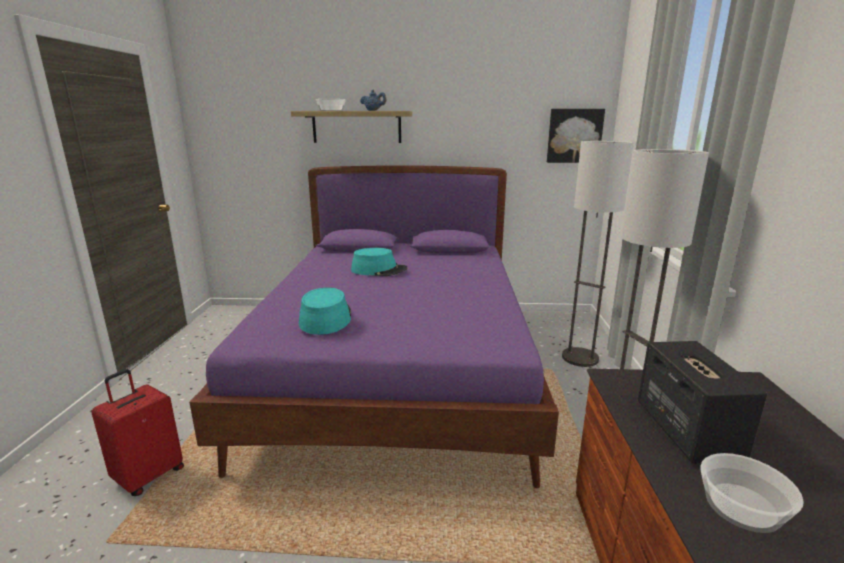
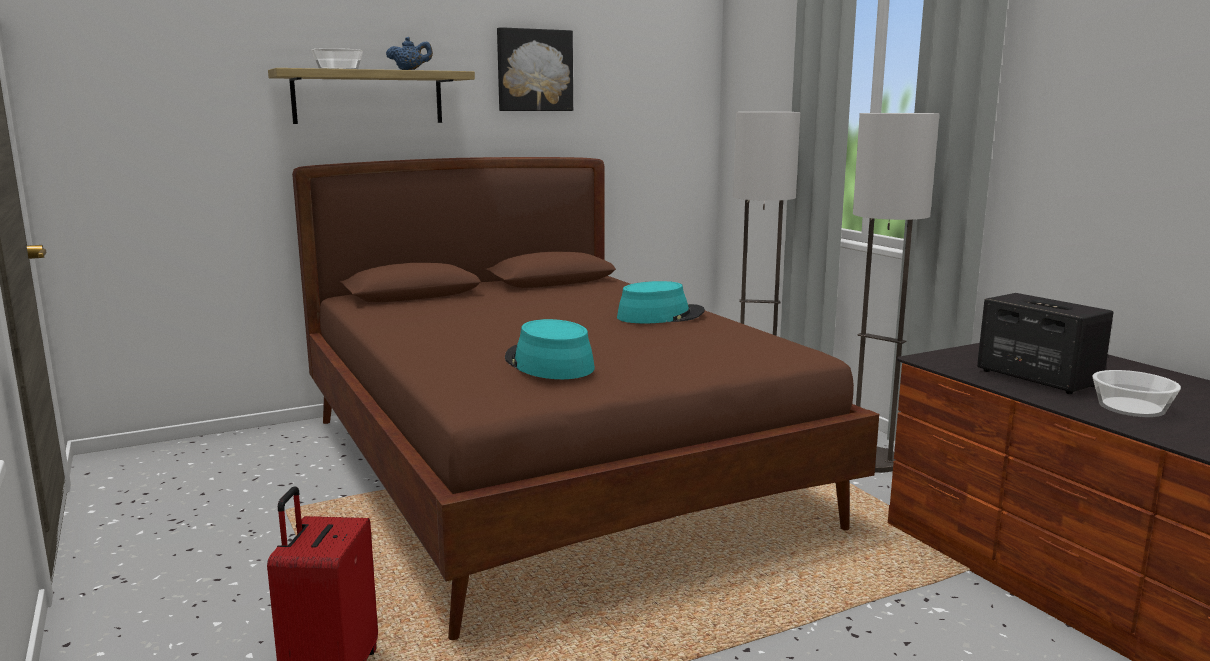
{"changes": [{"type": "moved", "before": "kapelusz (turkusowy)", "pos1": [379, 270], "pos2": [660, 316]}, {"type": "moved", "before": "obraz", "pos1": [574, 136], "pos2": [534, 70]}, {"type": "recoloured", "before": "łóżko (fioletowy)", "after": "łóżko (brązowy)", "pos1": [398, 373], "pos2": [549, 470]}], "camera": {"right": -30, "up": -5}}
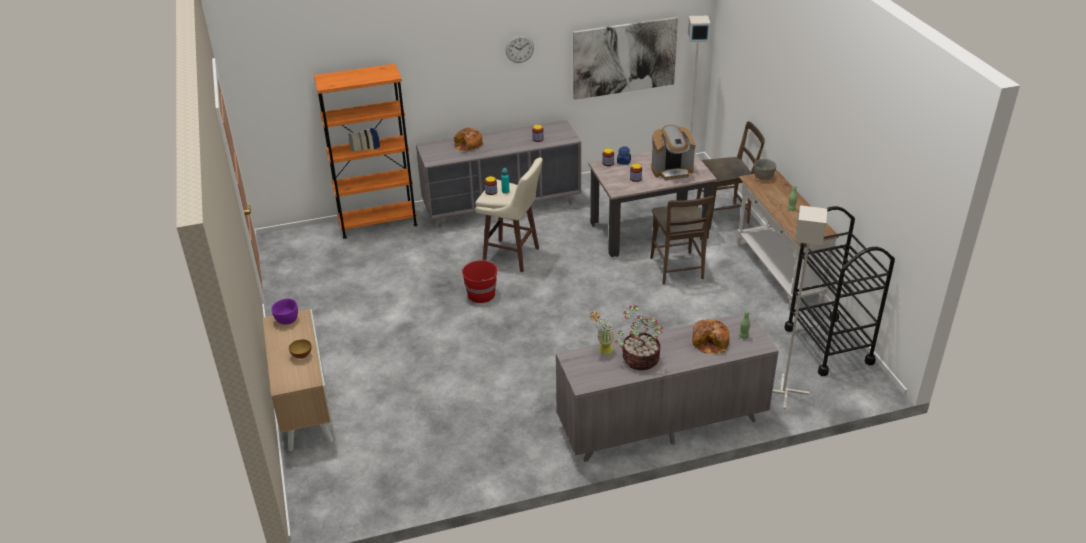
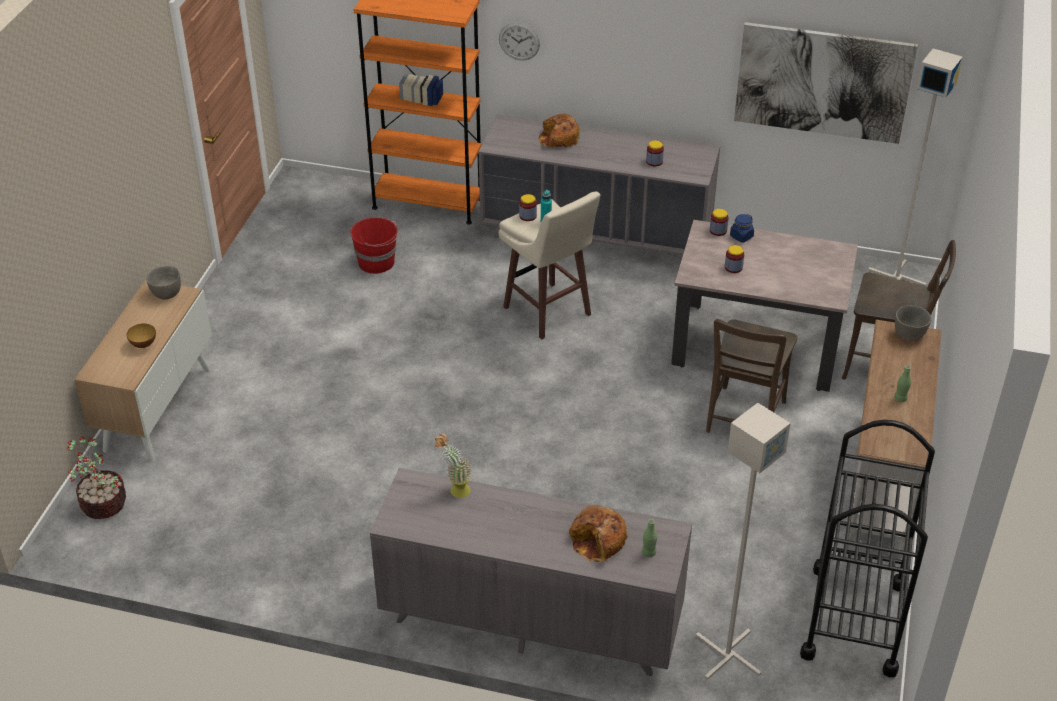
{"changes": [{"type": "removed", "before": "ekspres do kawy", "pos1": [672, 171]}, {"type": "moved", "before": "wiadro (czerwony)", "pos1": [482, 294], "pos2": [377, 262]}, {"type": "moved", "before": "zegar ścienny", "pos1": [519, 49], "pos2": [519, 41]}, {"type": "moved", "before": "roślina doniczkowa", "pos1": [639, 359], "pos2": [102, 503]}, {"type": "recoloured", "before": "miska (fioletowy)", "after": "miska (szary)", "pos1": [286, 320], "pos2": [166, 293]}], "camera": {"right": 30, "up": 5}}
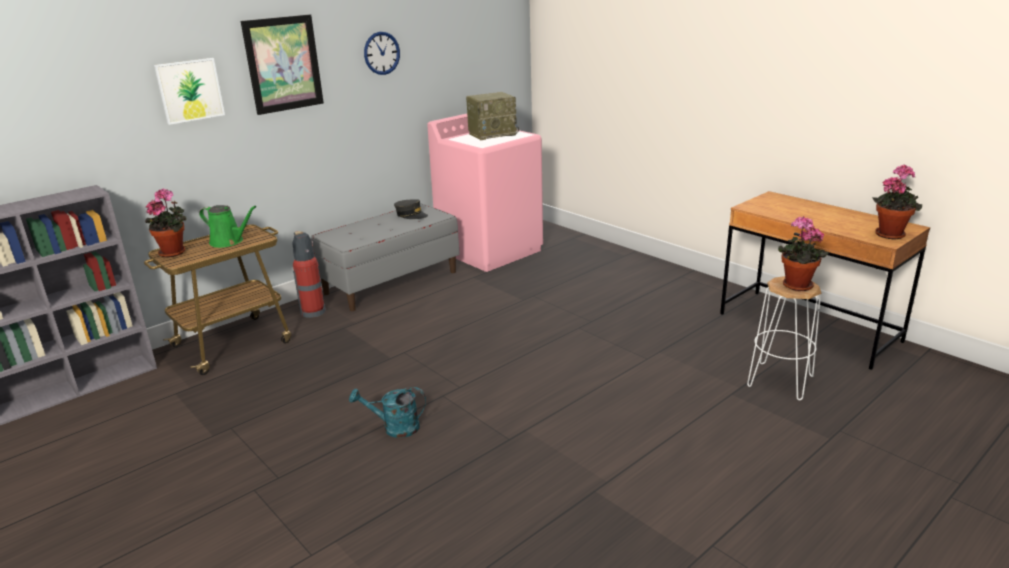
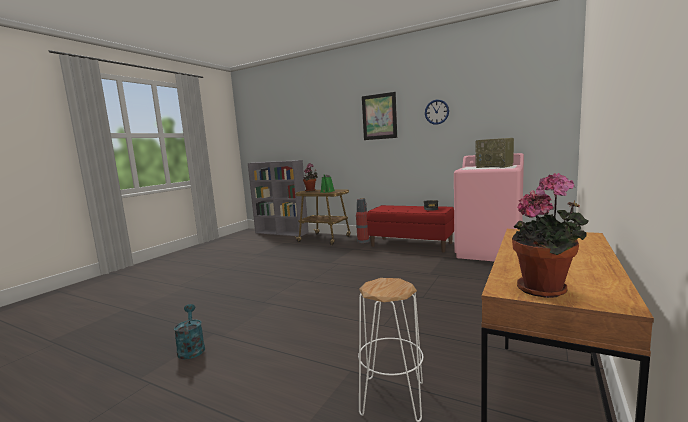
{"changes": [{"type": "removed", "before": "obraz", "pos1": [190, 90]}, {"type": "removed", "before": "roślina doniczkowa", "pos1": [795, 286]}, {"type": "moved", "before": "konewka (turkusowy)", "pos1": [394, 428], "pos2": [191, 348]}, {"type": "recoloured", "before": "ławka (szary)", "after": "ławka (czerwony)", "pos1": [391, 282], "pos2": [411, 244]}], "camera": {"right": 70, "up": -15}}
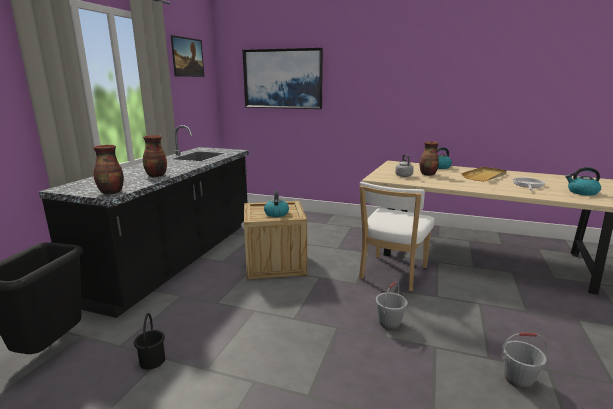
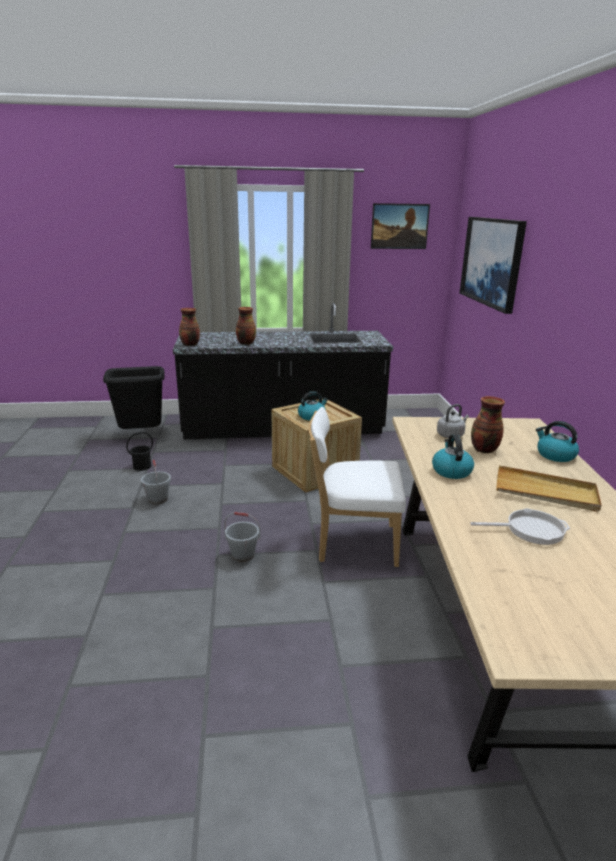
{"changes": [{"type": "moved", "before": "wiadro (szary)", "pos1": [518, 379], "pos2": [158, 499]}, {"type": "moved", "before": "czajnik", "pos1": [582, 192], "pos2": [451, 471]}], "camera": {"right": 65, "up": 5}}
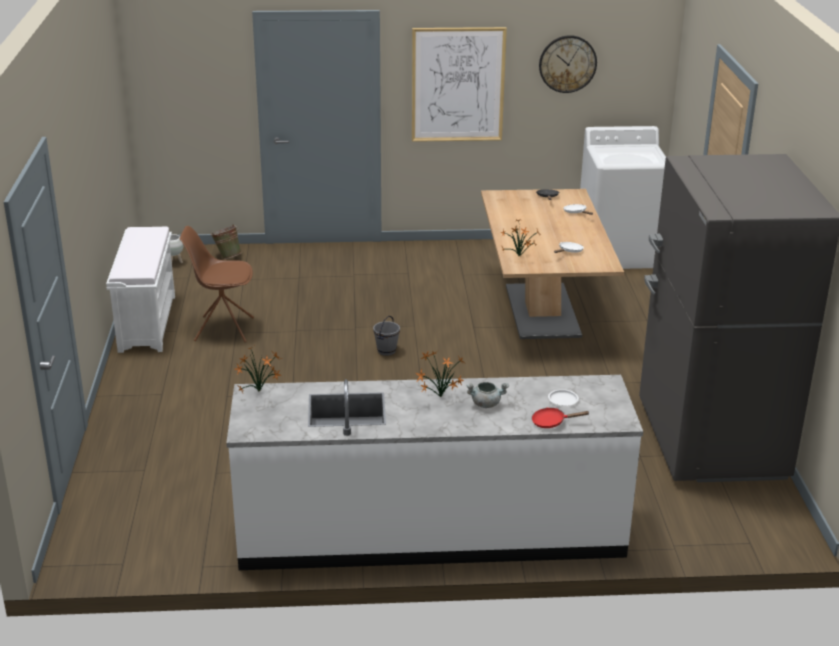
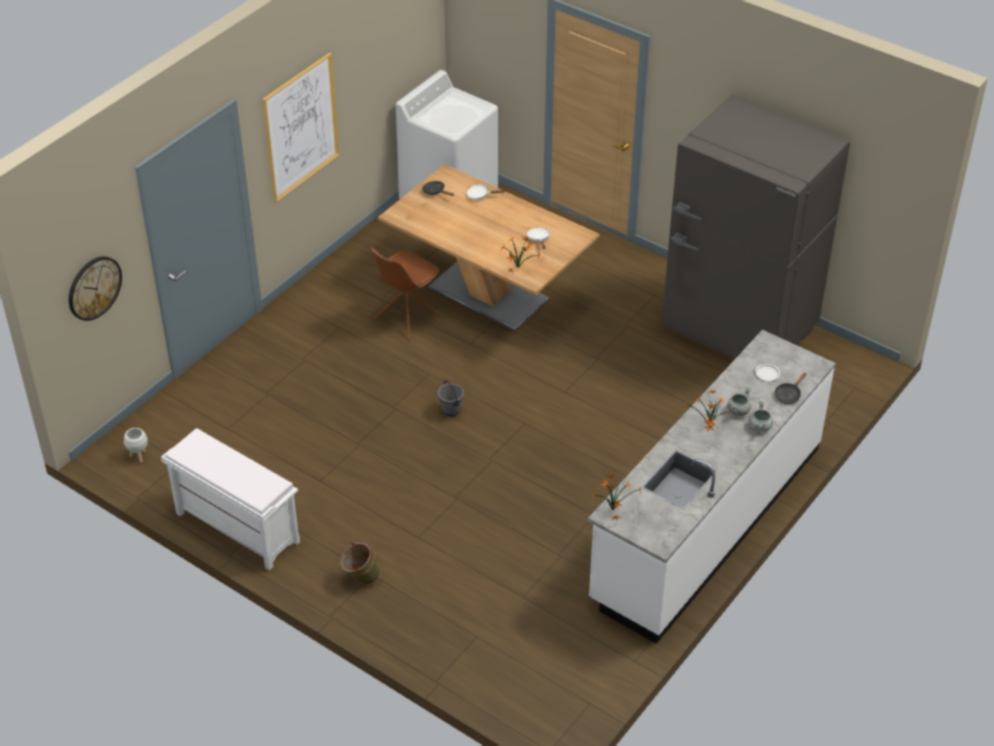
{"changes": [{"type": "added", "after": "garnek (szary)", "pos2": [760, 427]}, {"type": "moved", "before": "krzesło (brązowy)", "pos1": [222, 329], "pos2": [406, 318]}, {"type": "moved", "before": "wiadro (zielony)", "pos1": [227, 256], "pos2": [360, 579]}, {"type": "moved", "before": "zegar ścienny", "pos1": [567, 64], "pos2": [94, 287]}, {"type": "recoloured", "before": "patelnia (czerwony)", "after": "patelnia (czarny)", "pos1": [552, 422], "pos2": [788, 395]}], "camera": {"right": -50, "up": 15}}
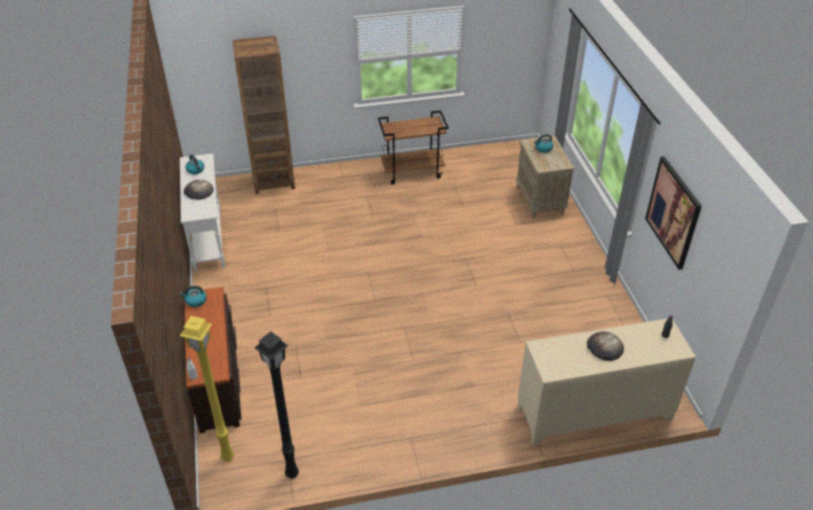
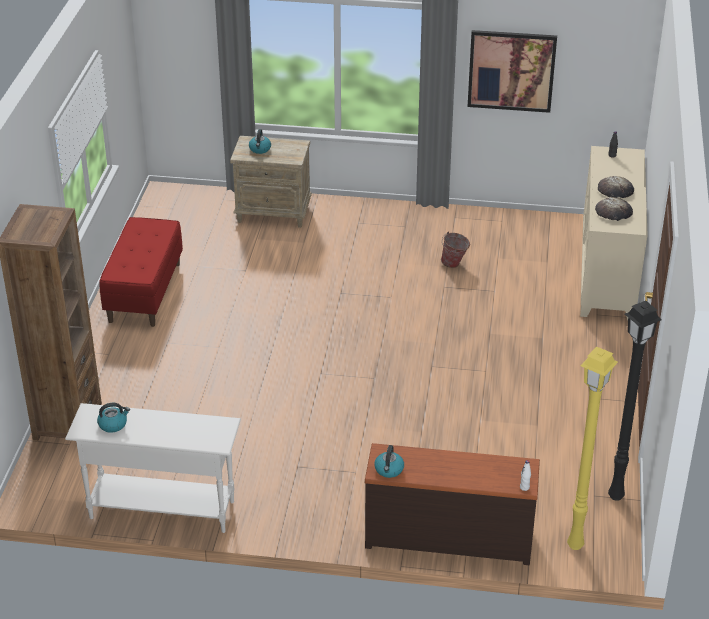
{"changes": [{"type": "added", "after": "wiadro", "pos2": [454, 264]}, {"type": "moved", "before": "chleb", "pos1": [198, 191], "pos2": [614, 212]}, {"type": "replaced", "before": "wózek (brązowy)", "after": "ławka (czerwony)", "pos1": [413, 172], "pos2": [144, 292]}], "camera": {"right": -70, "up": -5}}
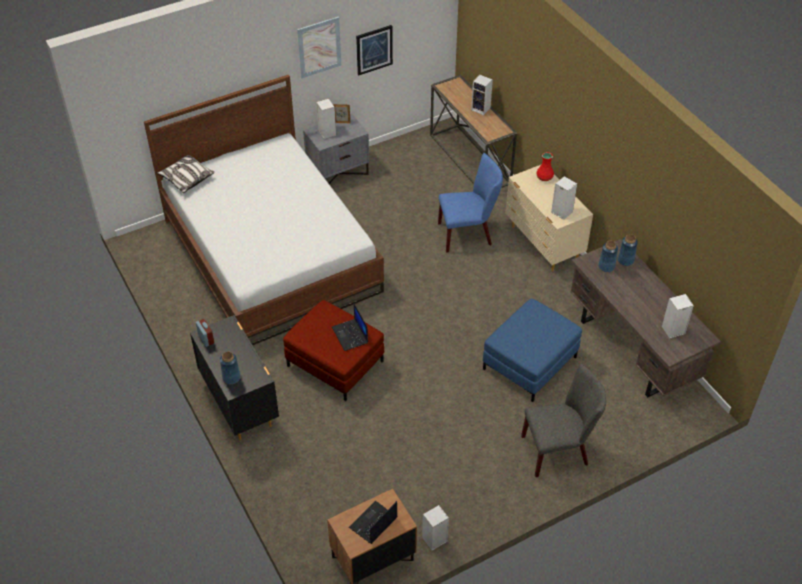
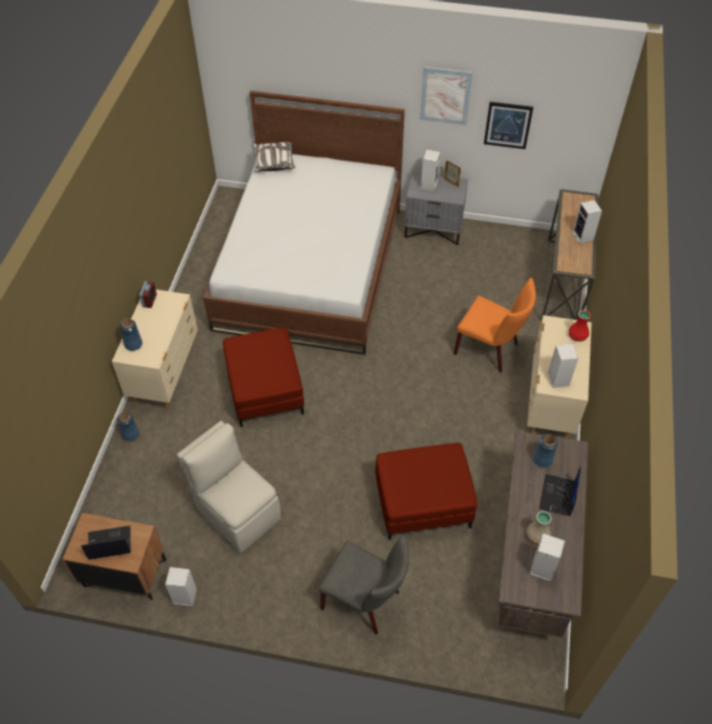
{"changes": [{"type": "added", "after": "krzesło (beżowy)", "pos2": [237, 512]}, {"type": "added", "after": "wazon (beżowy)", "pos2": [538, 535]}, {"type": "moved", "before": "laptop", "pos1": [350, 335], "pos2": [558, 496]}, {"type": "moved", "before": "wazon (niebieski)", "pos1": [625, 260], "pos2": [130, 434]}, {"type": "recoloured", "before": "komoda (czarny)", "after": "komoda (beżowy)", "pos1": [239, 403], "pos2": [165, 372]}, {"type": "recoloured", "before": "krzesło (niebieski)", "after": "krzesło (pomarańczowy)", "pos1": [468, 234], "pos2": [490, 349]}, {"type": "recoloured", "before": "pufa (niebieski)", "after": "pufa (czerwony)", "pos1": [529, 362], "pos2": [423, 502]}], "camera": {"right": 40, "up": 5}}
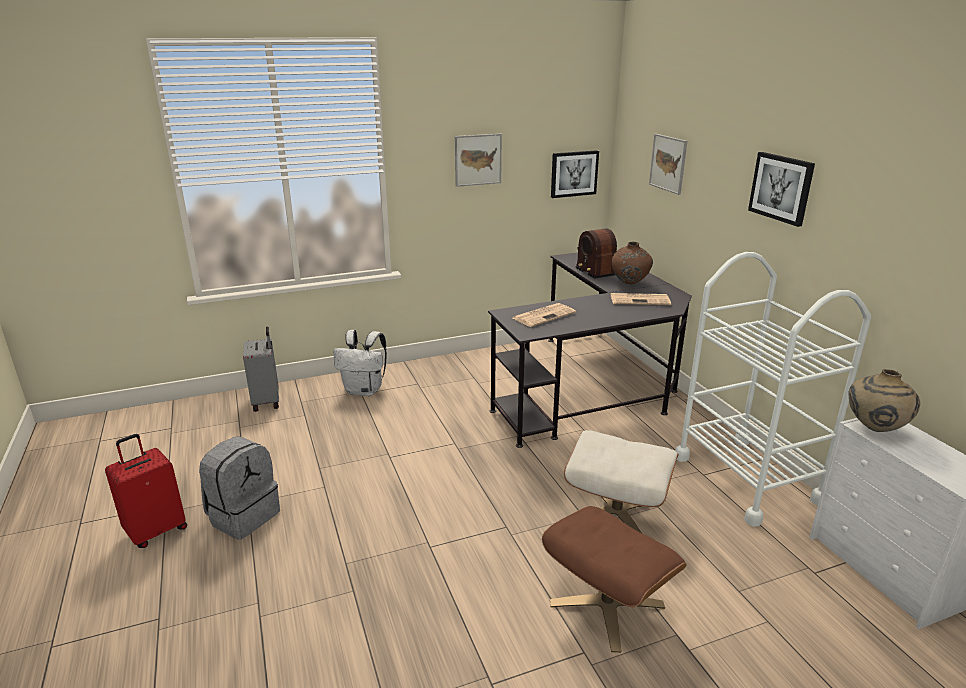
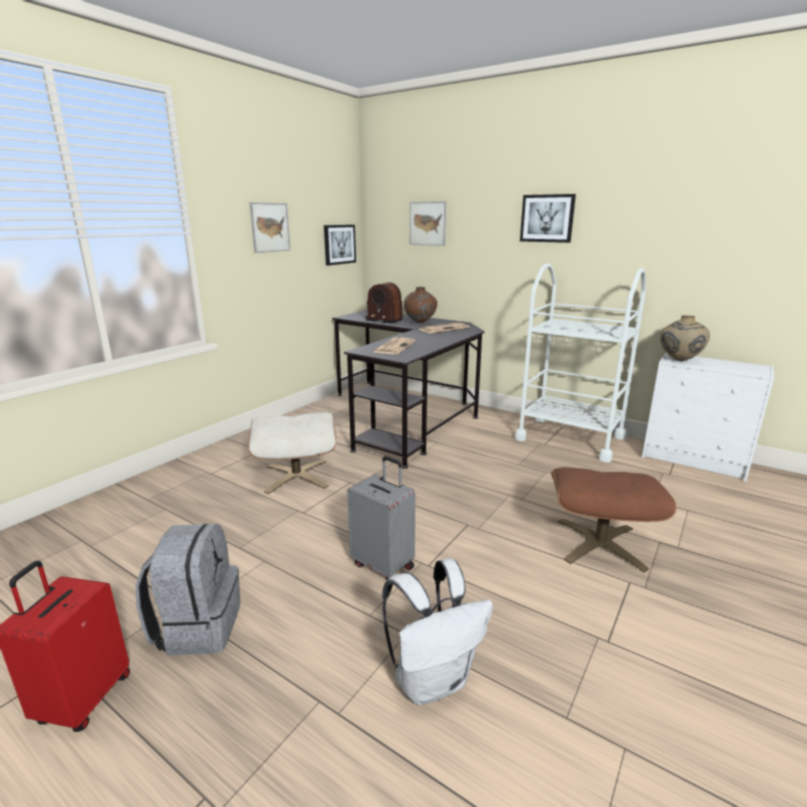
{"changes": [{"type": "moved", "before": "walizka (szary)", "pos1": [267, 401], "pos2": [384, 565]}, {"type": "moved", "before": "plecak (biały)", "pos1": [365, 390], "pos2": [433, 679]}, {"type": "moved", "before": "pufa (beżowy)", "pos1": [616, 512], "pos2": [296, 476]}], "camera": {"right": -35, "up": -5}}
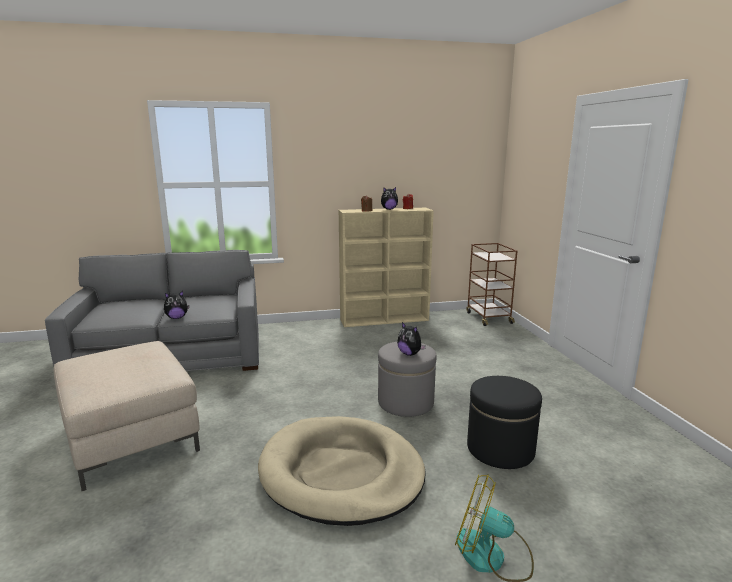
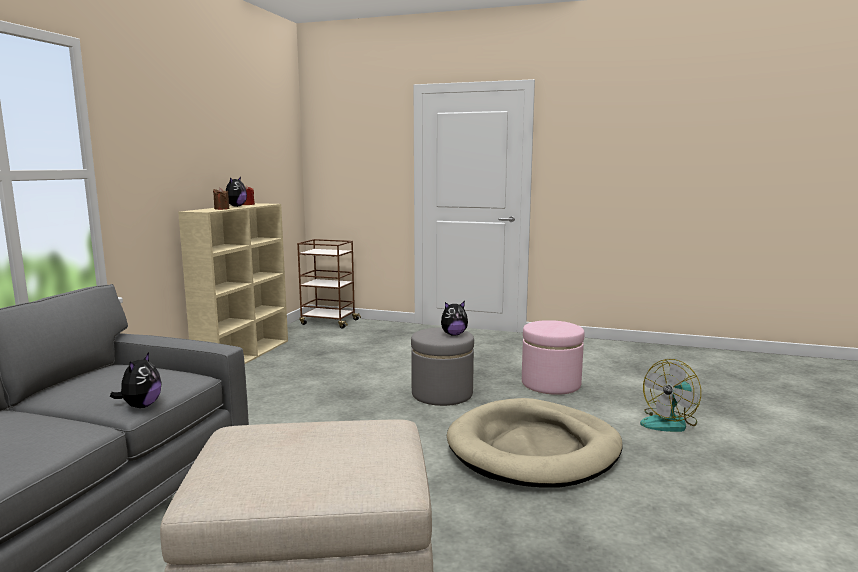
{"changes": [{"type": "recoloured", "before": "pufa (czarny)", "after": "pufa (różowy)", "pos1": [500, 449], "pos2": [551, 384]}], "camera": {"right": -60, "up": -5}}
